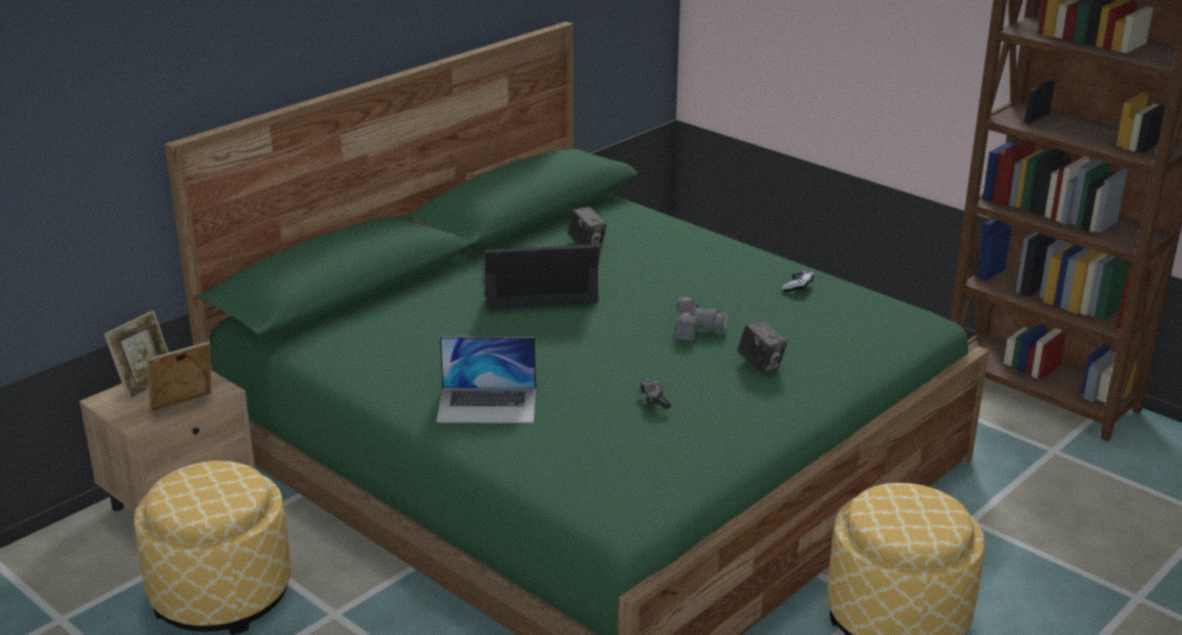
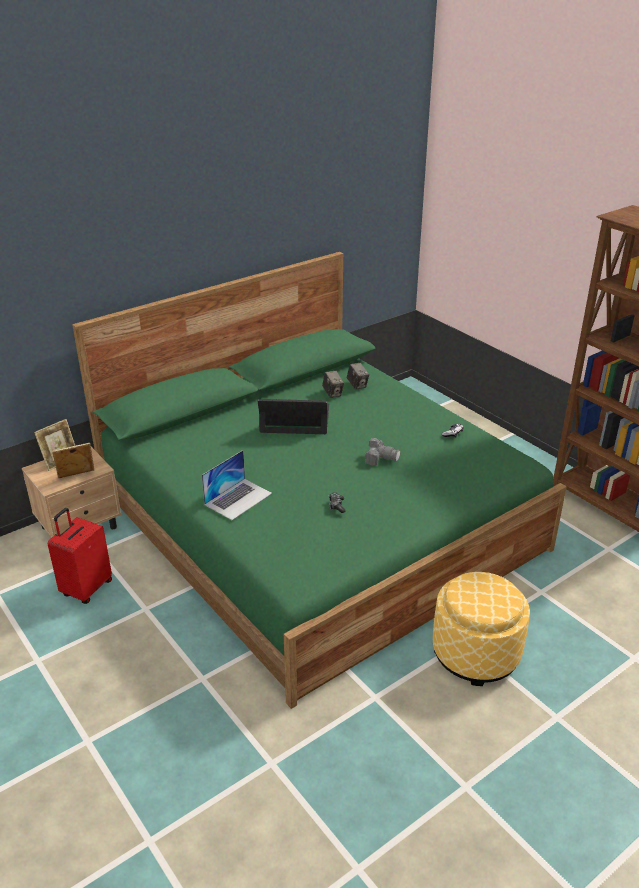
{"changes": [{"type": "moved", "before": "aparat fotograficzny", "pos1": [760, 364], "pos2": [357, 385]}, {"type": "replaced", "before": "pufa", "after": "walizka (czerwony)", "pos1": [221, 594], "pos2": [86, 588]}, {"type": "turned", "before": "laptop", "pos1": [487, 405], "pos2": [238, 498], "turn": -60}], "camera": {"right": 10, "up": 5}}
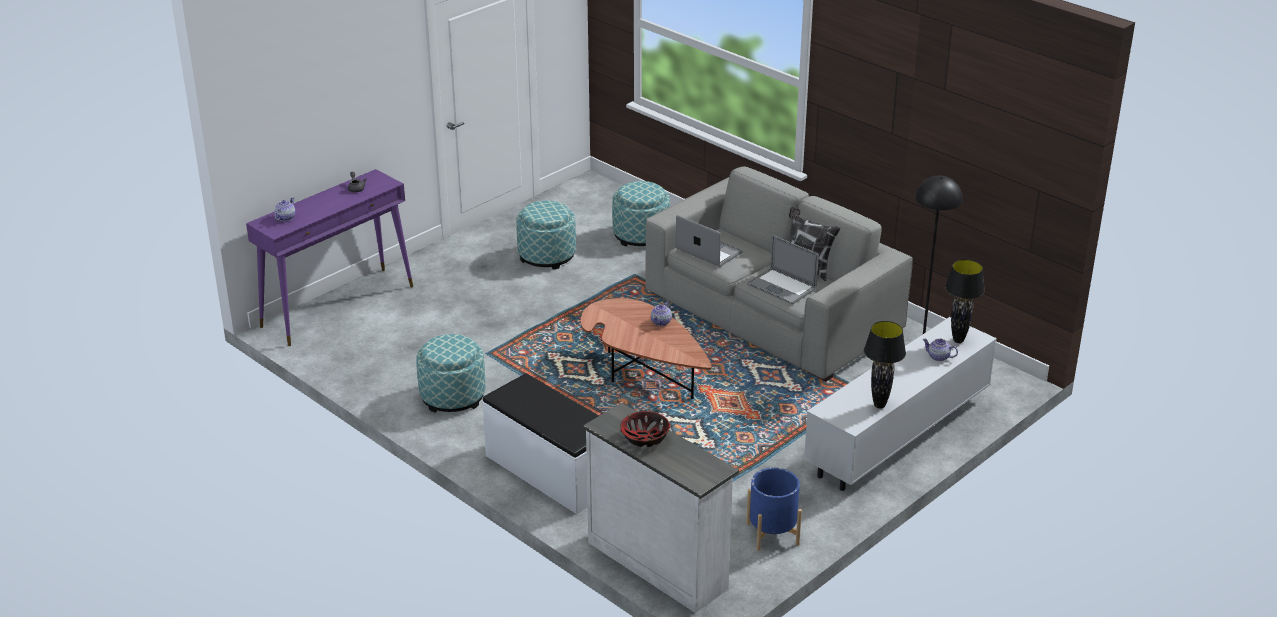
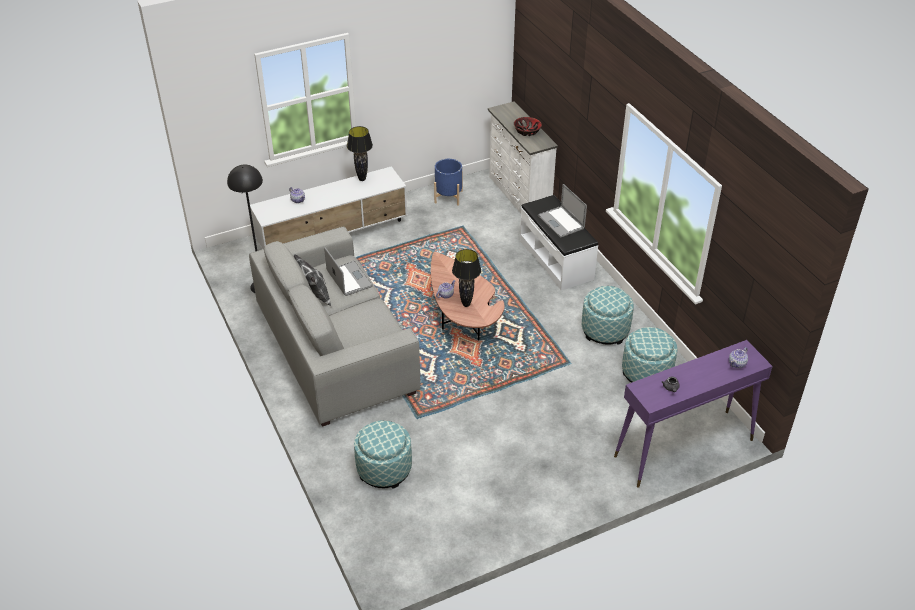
{"changes": [{"type": "moved", "before": "pufa", "pos1": [547, 256], "pos2": [646, 373]}, {"type": "moved", "before": "laptop", "pos1": [708, 251], "pos2": [561, 222]}, {"type": "moved", "before": "lampa stołowa (czarny)", "pos1": [958, 340], "pos2": [466, 304]}], "camera": {"right": -160, "up": 10}}
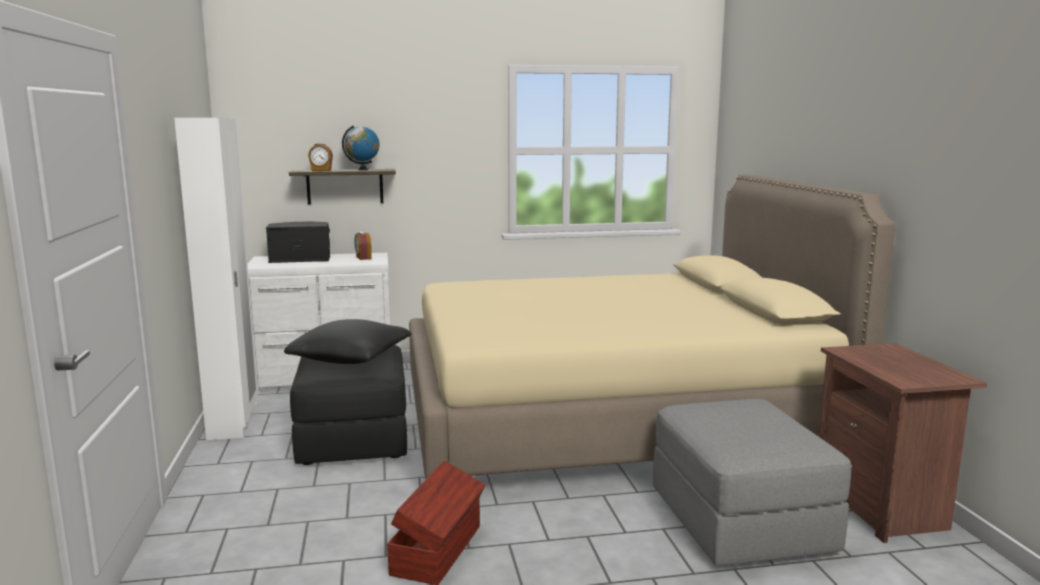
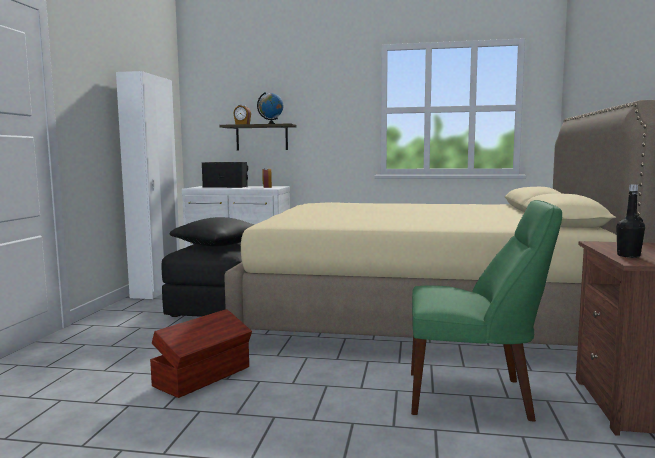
{"changes": [{"type": "added", "after": "butelka (czarny)", "pos2": [628, 256]}, {"type": "replaced", "before": "pufa (szary)", "after": "krzesło (zielony)", "pos1": [741, 522], "pos2": [474, 396]}], "camera": {"right": 20, "up": -5}}
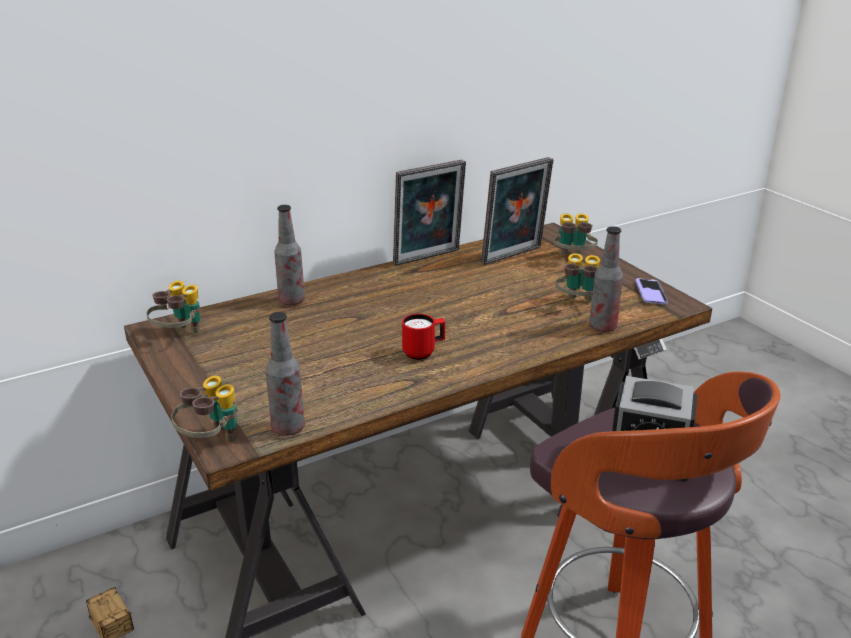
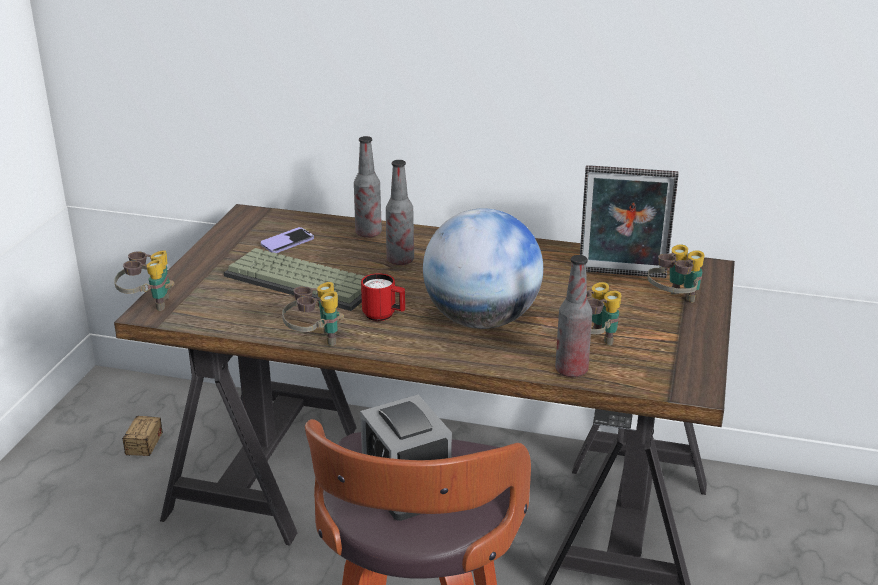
{"changes": [{"type": "removed", "before": "ramka na zdjęcie", "pos1": [428, 258]}, {"type": "added", "after": "klawiatura", "pos2": [303, 281]}, {"type": "added", "after": "globus", "pos2": [481, 320]}, {"type": "moved", "before": "lornetka", "pos1": [179, 336], "pos2": [315, 340]}, {"type": "moved", "before": "butelka", "pos1": [288, 428], "pos2": [400, 260]}, {"type": "moved", "before": "telefon", "pos1": [650, 293], "pos2": [287, 242]}], "camera": {"right": 45, "up": 0}}
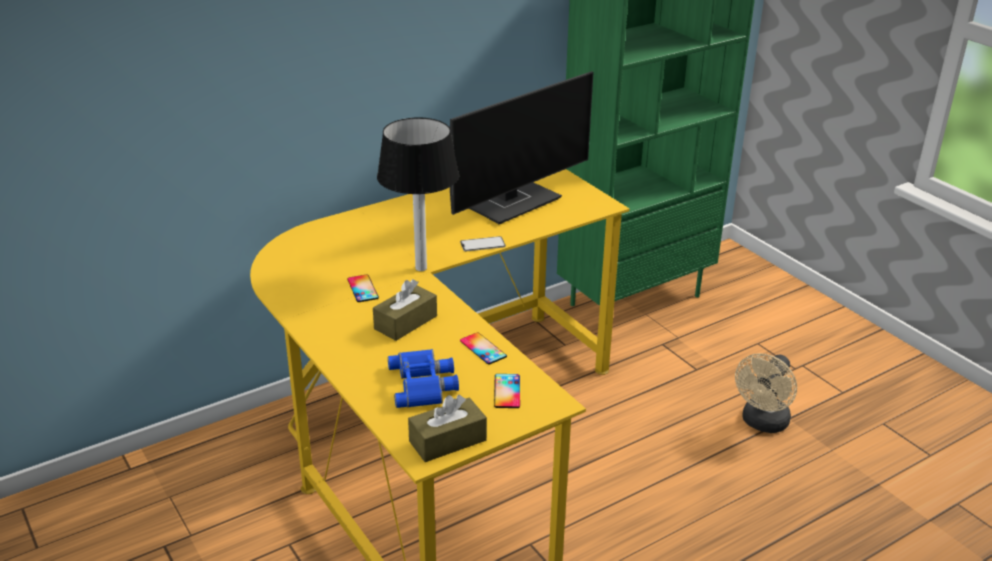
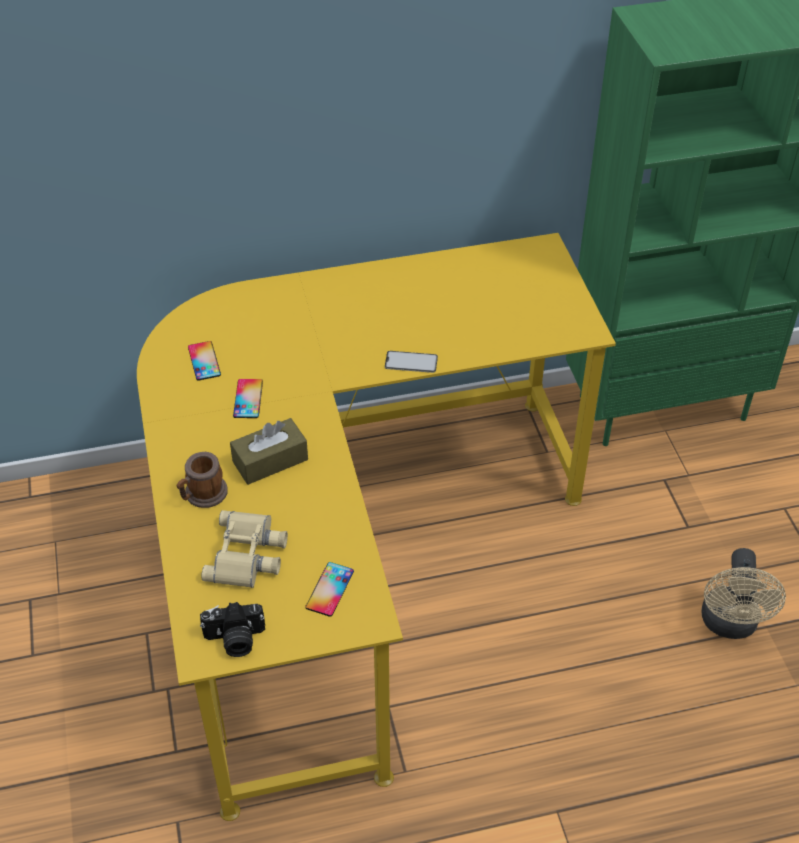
{"changes": [{"type": "removed", "before": "lampa stołowa", "pos1": [422, 268]}, {"type": "removed", "before": "monitor", "pos1": [513, 202]}, {"type": "added", "after": "kubek", "pos2": [202, 495]}, {"type": "moved", "before": "telefon", "pos1": [483, 348], "pos2": [204, 361]}, {"type": "replaced", "before": "pudełko chusteczek (brązowy)", "after": "aparat fotograficzny", "pos1": [447, 441], "pos2": [235, 640]}, {"type": "recoloured", "before": "lornetka (niebieski)", "after": "lornetka (beżowy)", "pos1": [424, 384], "pos2": [248, 554]}, {"type": "turned", "before": "wentylator (beżowy)", "pos1": [762, 423], "pos2": [730, 625], "turn": -45}], "camera": {"right": 20, "up": 15}}
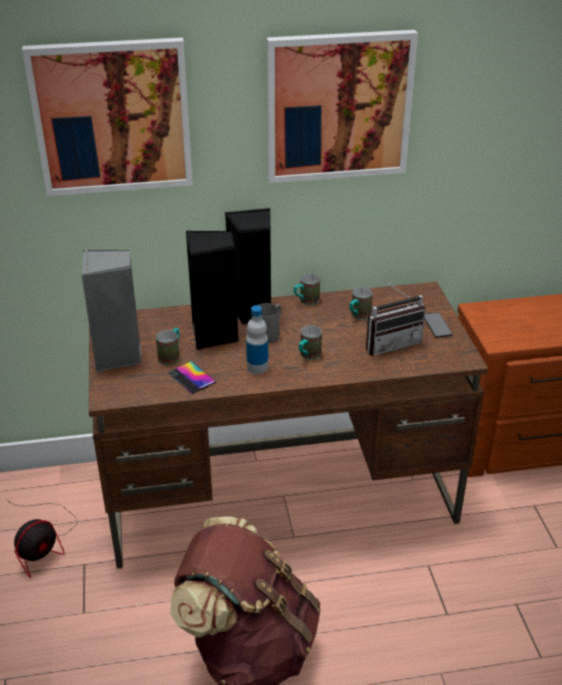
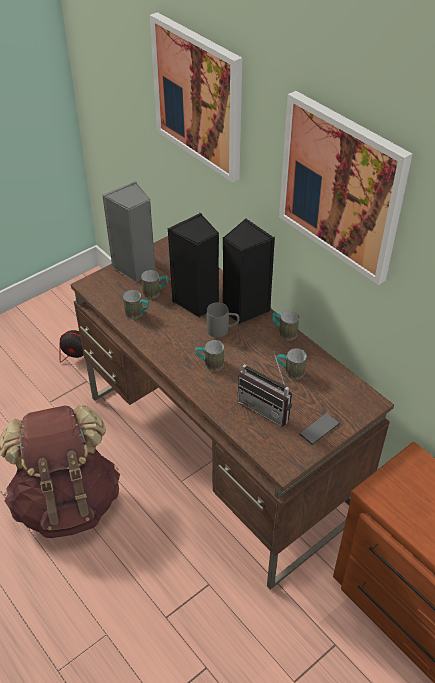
{"changes": [{"type": "removed", "before": "butelka", "pos1": [257, 367]}, {"type": "replaced", "before": "telefon", "after": "kubek", "pos1": [191, 378], "pos2": [137, 314]}], "camera": {"right": 60, "up": 10}}
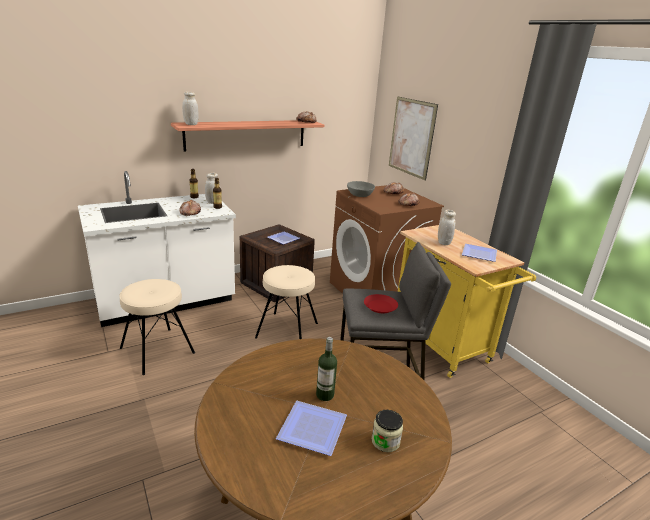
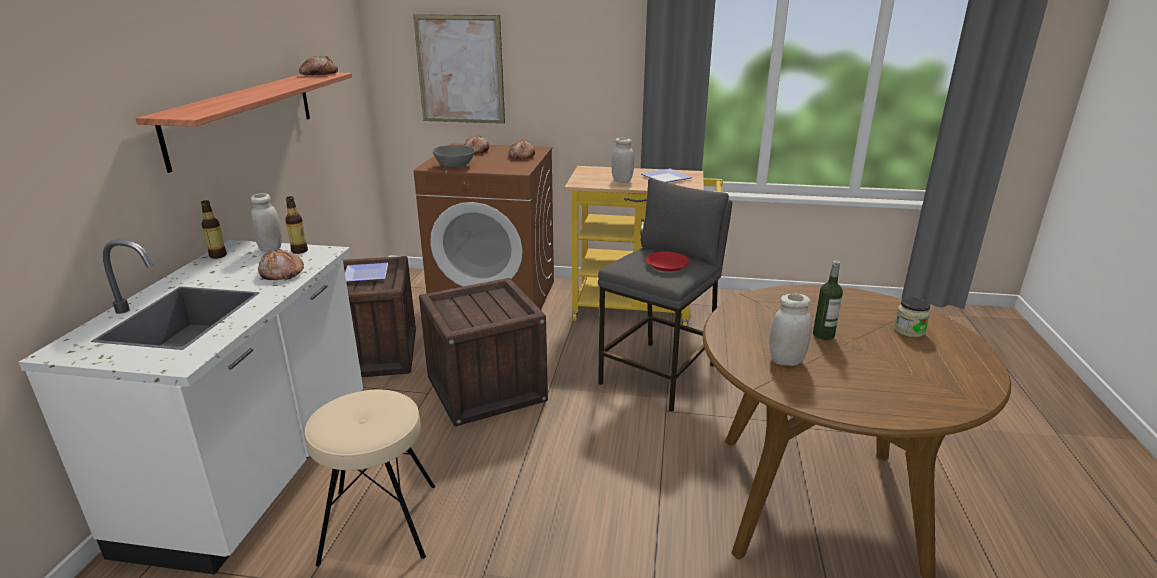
{"changes": [{"type": "removed", "before": "talerz", "pos1": [313, 431]}, {"type": "moved", "before": "słoik (biały)", "pos1": [191, 124], "pos2": [786, 360]}, {"type": "replaced", "before": "stołek (beżowy)", "after": "skrzynka", "pos1": [287, 330], "pos2": [486, 389]}], "camera": {"right": -50, "up": 0}}
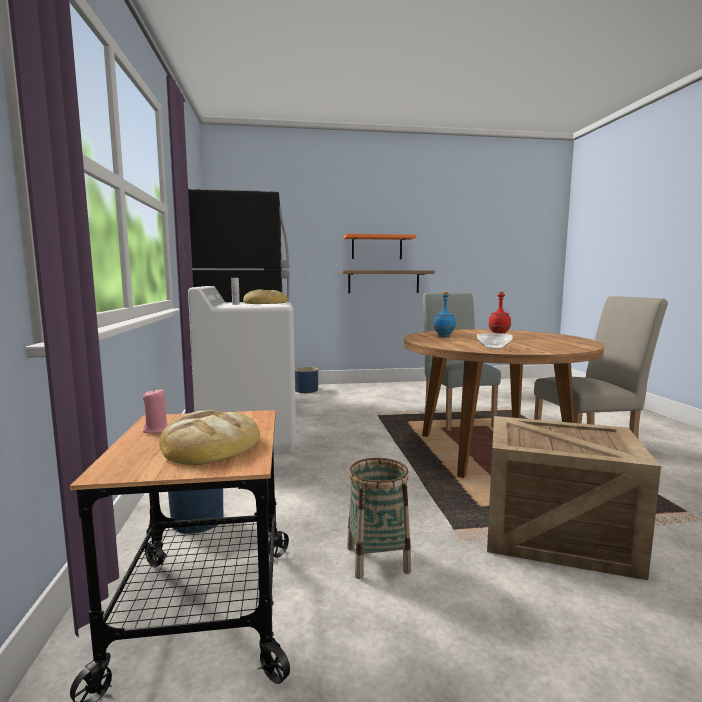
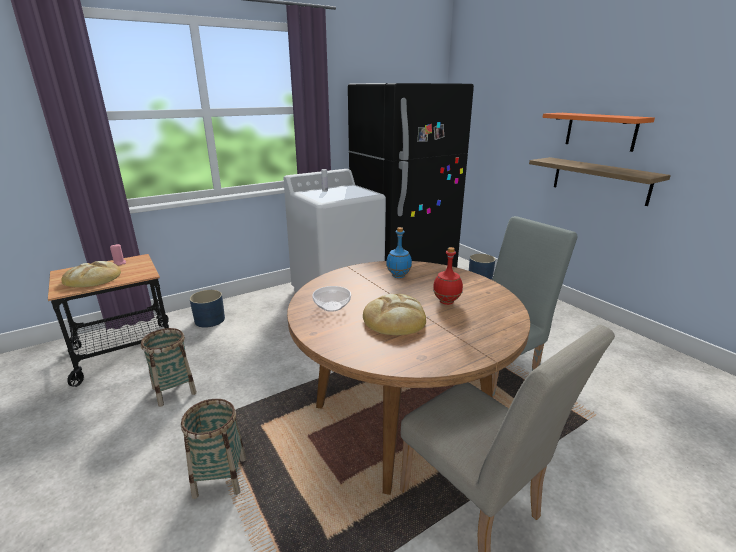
{"changes": [{"type": "moved", "before": "chleb", "pos1": [264, 303], "pos2": [395, 319]}, {"type": "replaced", "before": "skrzynka", "after": "koszyk", "pos1": [555, 535], "pos2": [220, 477]}], "camera": {"right": 65, "up": 15}}
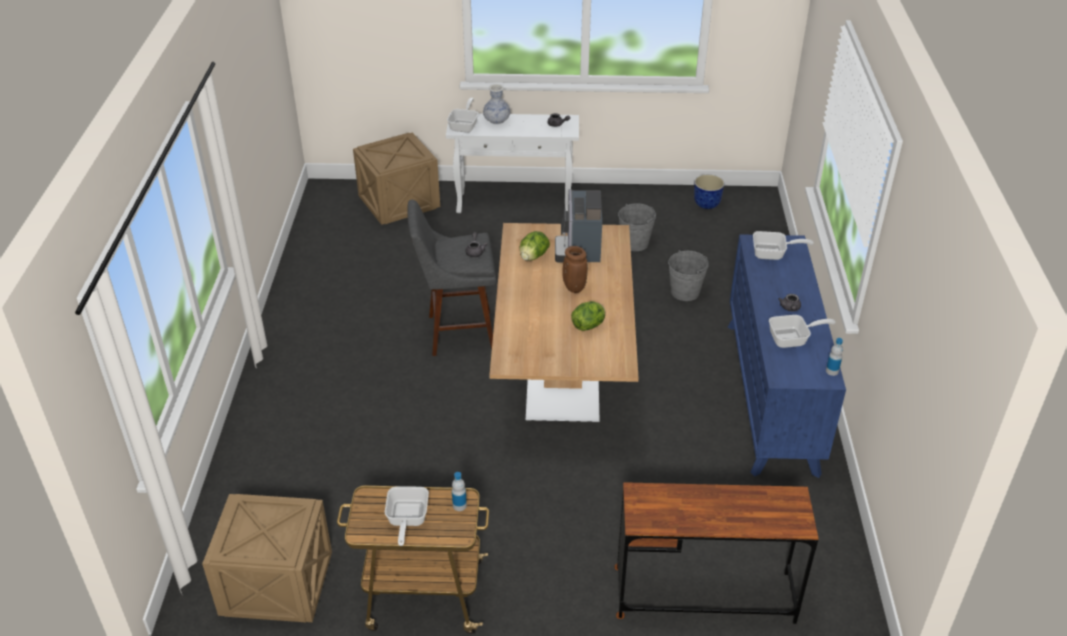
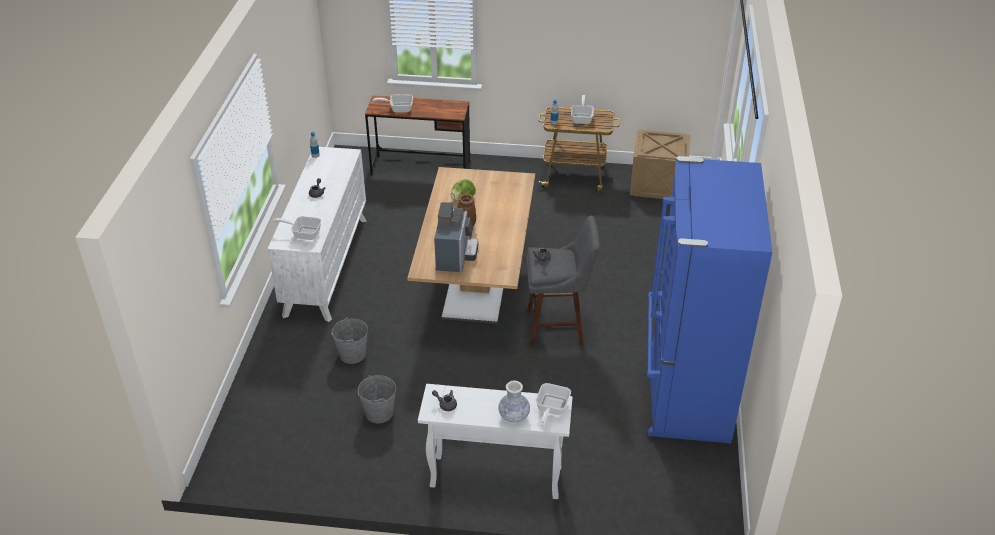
{"changes": [{"type": "removed", "before": "skrzynka", "pos1": [400, 202]}, {"type": "removed", "before": "sałata", "pos1": [533, 257]}, {"type": "removed", "before": "donica", "pos1": [707, 204]}, {"type": "added", "after": "lodówka (niebieski)", "pos2": [685, 393]}, {"type": "moved", "before": "patelnia", "pos1": [793, 339], "pos2": [398, 108]}, {"type": "recoloured", "before": "komoda (niebieski)", "after": "komoda (biały)", "pos1": [771, 396], "pos2": [326, 265]}], "camera": {"right": -175, "up": 0}}
